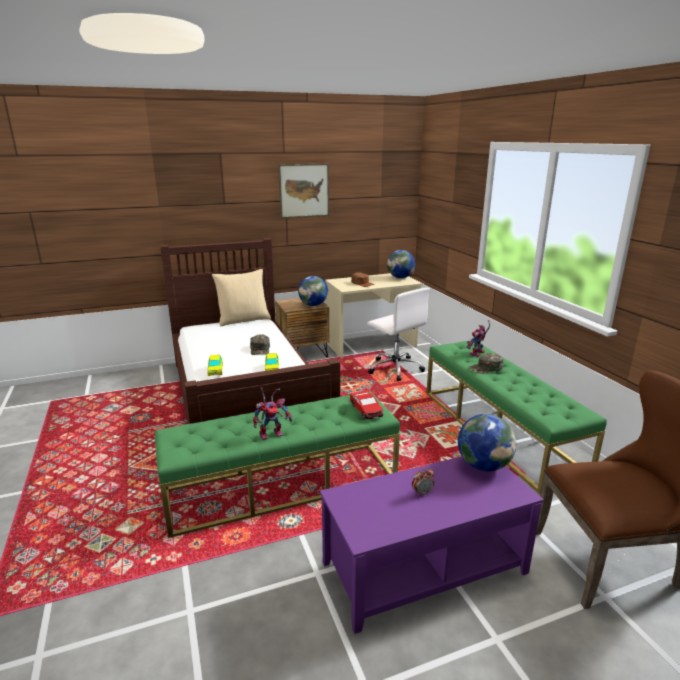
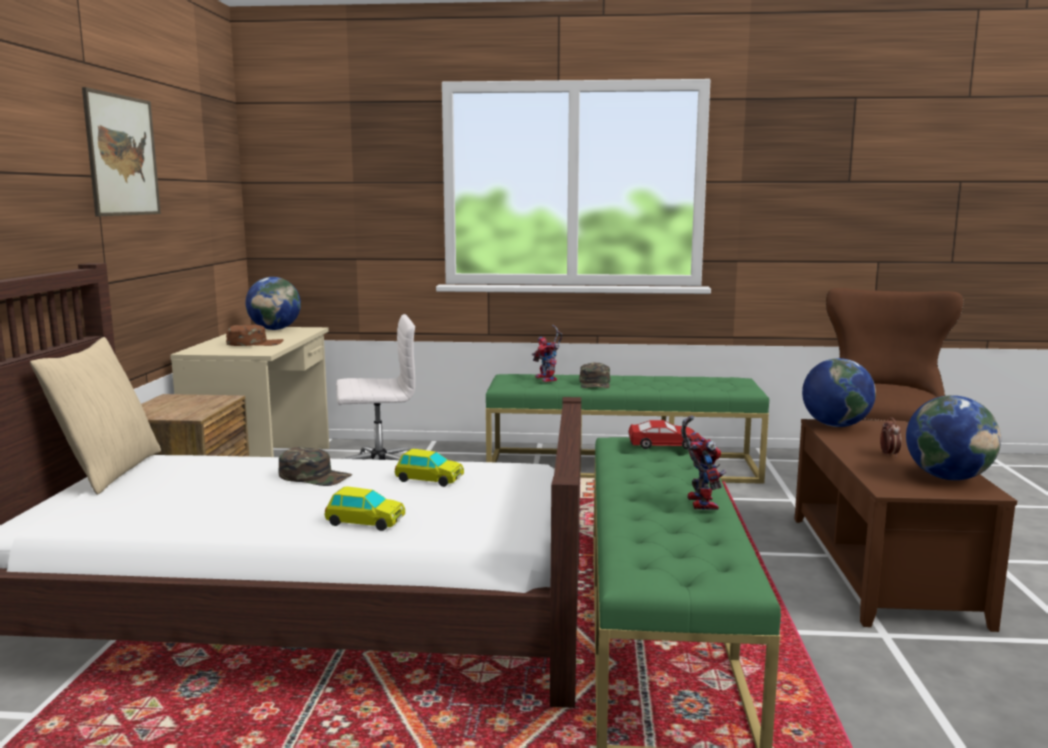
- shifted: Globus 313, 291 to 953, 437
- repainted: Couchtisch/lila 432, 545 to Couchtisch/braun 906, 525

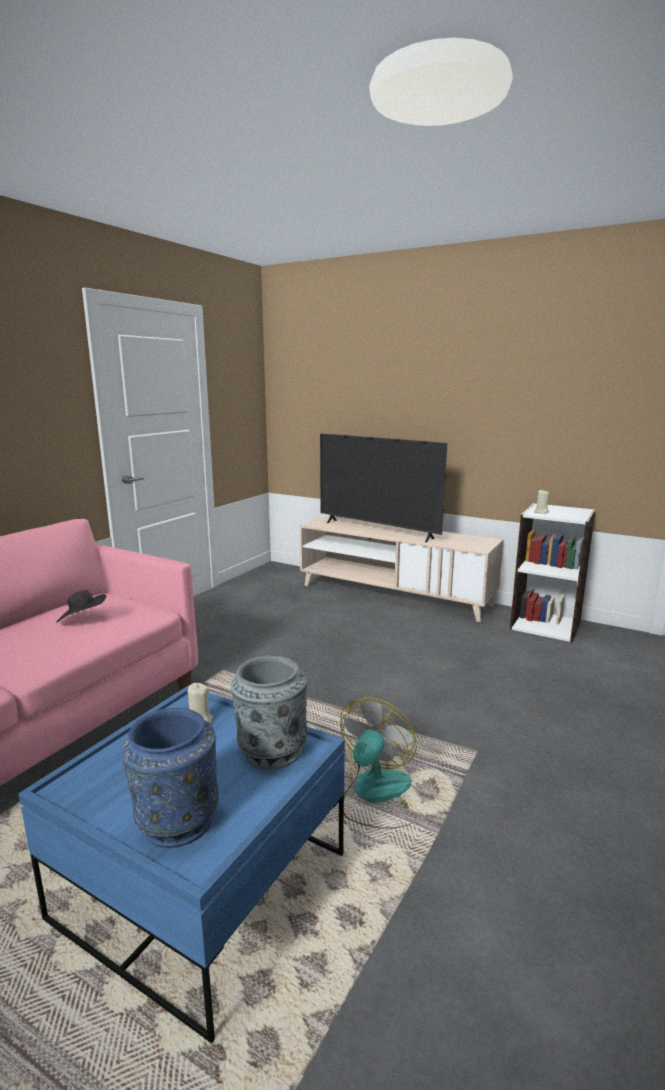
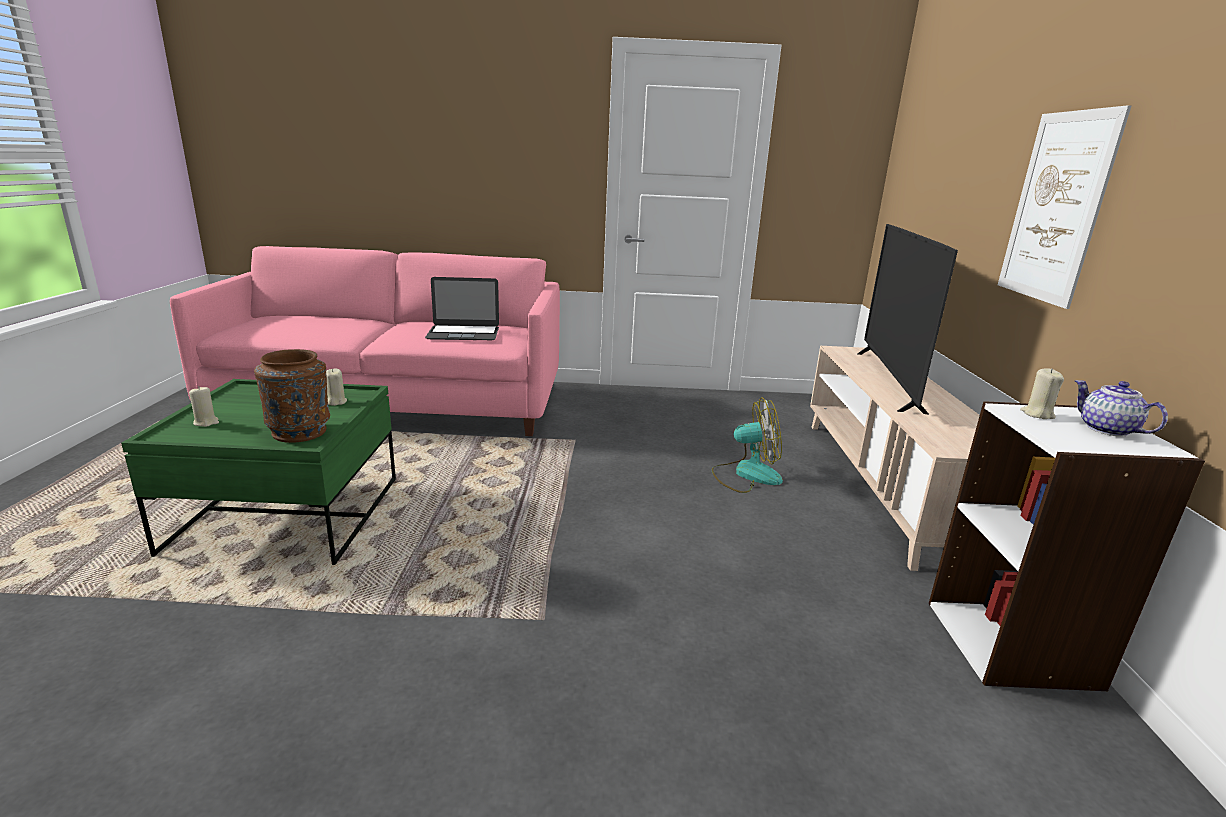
- swapped: Hut/schwarz 81, 606 to Laptop 462, 308
- repainted: Vase/grau 269, 712 to Vase/braun 292, 396
- repainted: Couchtisch/blau 181, 864 to Couchtisch/grün 258, 472
- shifted: Ventilator 378, 763 to 747, 445
- swapped: Vase/blau 170, 778 to Kerze/beige 204, 406
- new: Bild 1064, 207
- new: Teekanne 1121, 408

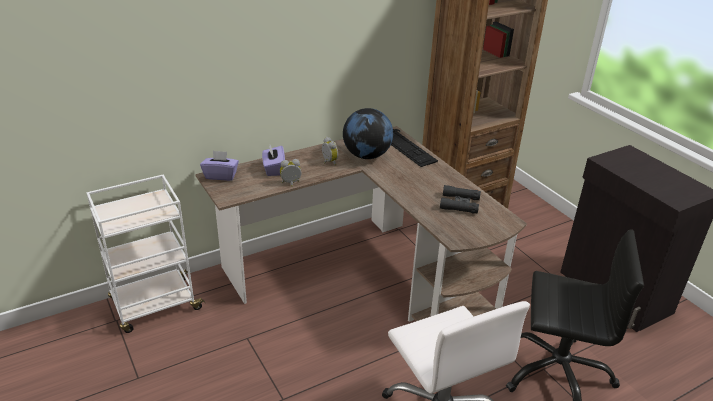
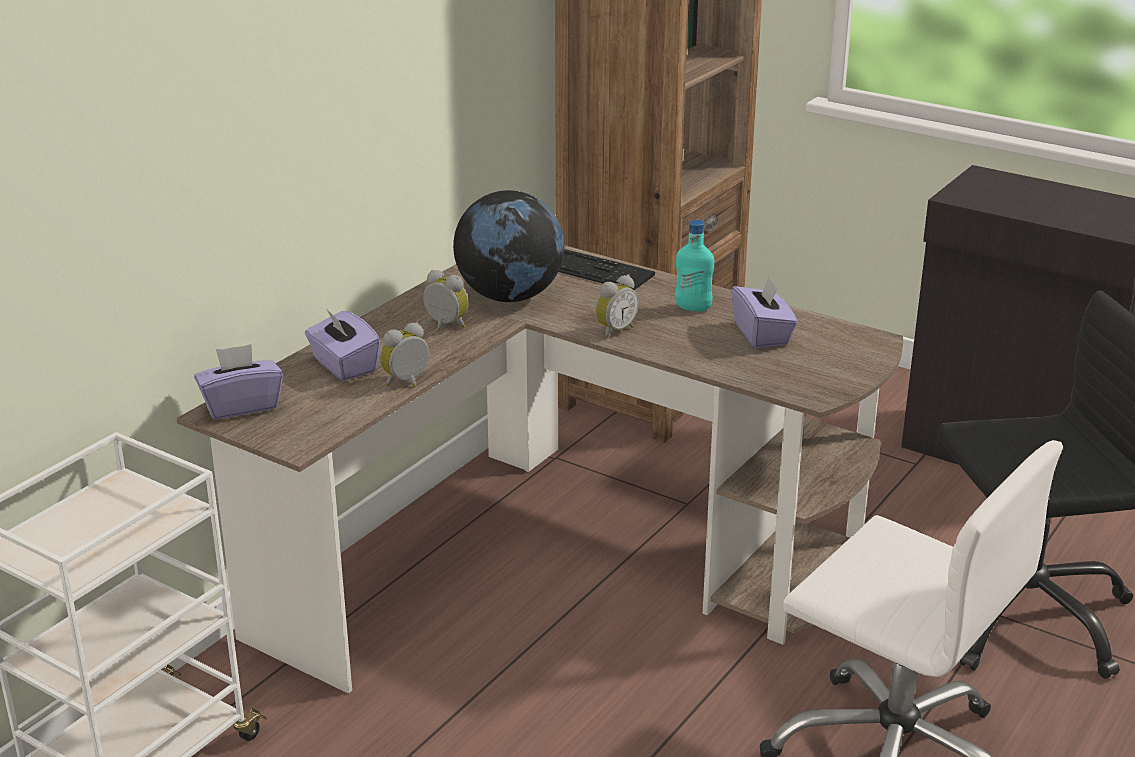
- swapped: Fernglas/schwarz 460, 199 to Taschentuchbox/lila 764, 312
- new: Flasche/türkis 694, 266
- new: Wecker 617, 306

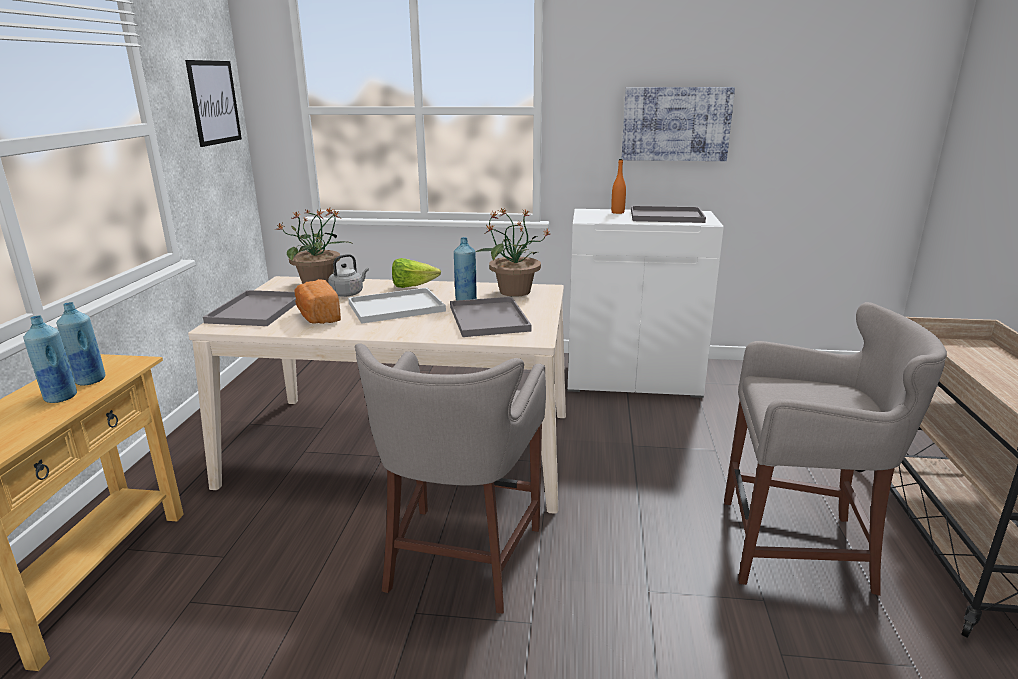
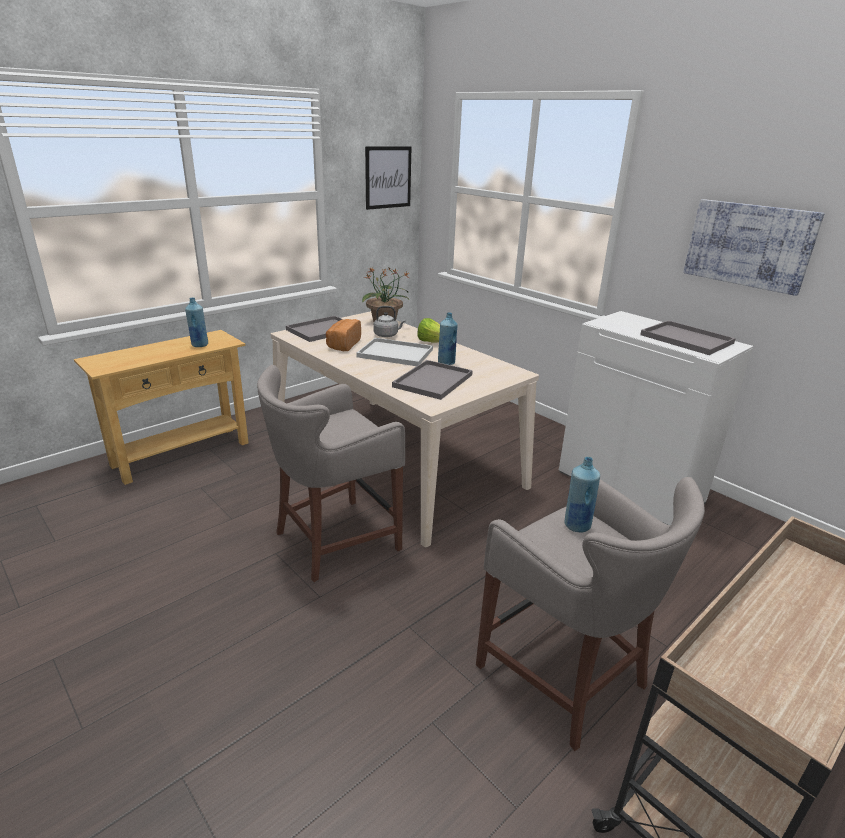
- gone: Flasche/orange 618, 186
- gone: Topfpflanze 513, 252
- shifted: Flasche/blau 50, 359 to 582, 495

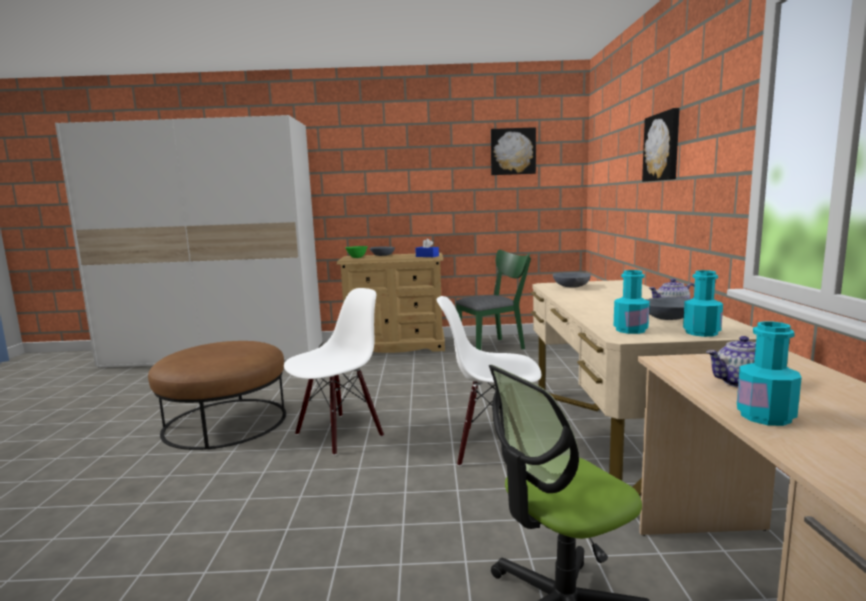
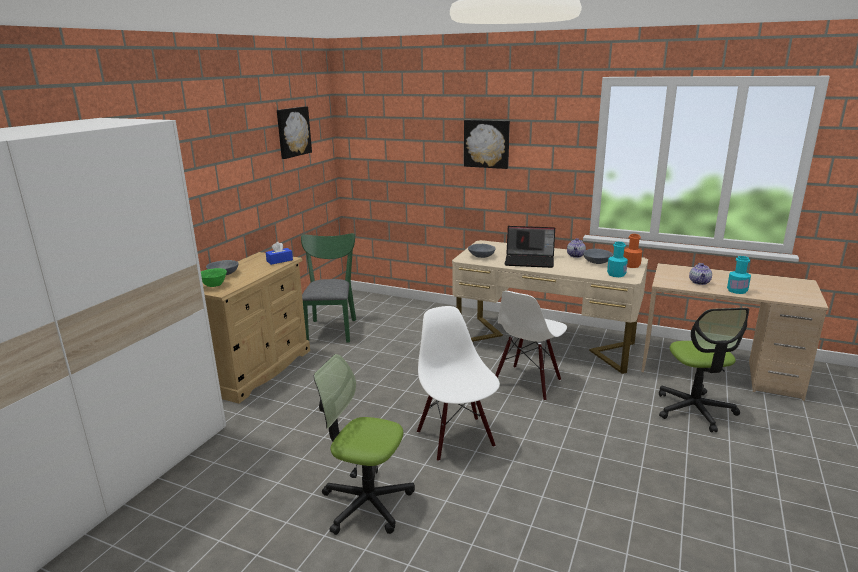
- repainted: Flasche/türkis 703, 303 to Flasche/orange 632, 251
- swapped: Polsterhocker/braun 217, 395 to Bürostuhl 364, 444
- new: Laptop 530, 247

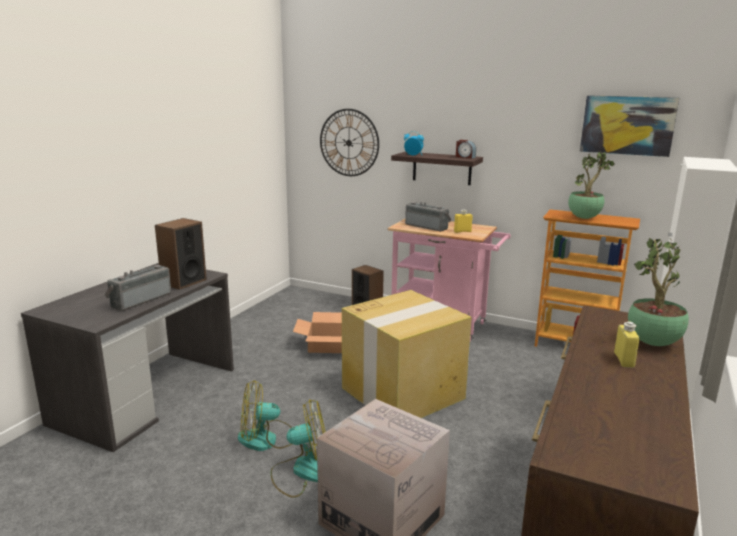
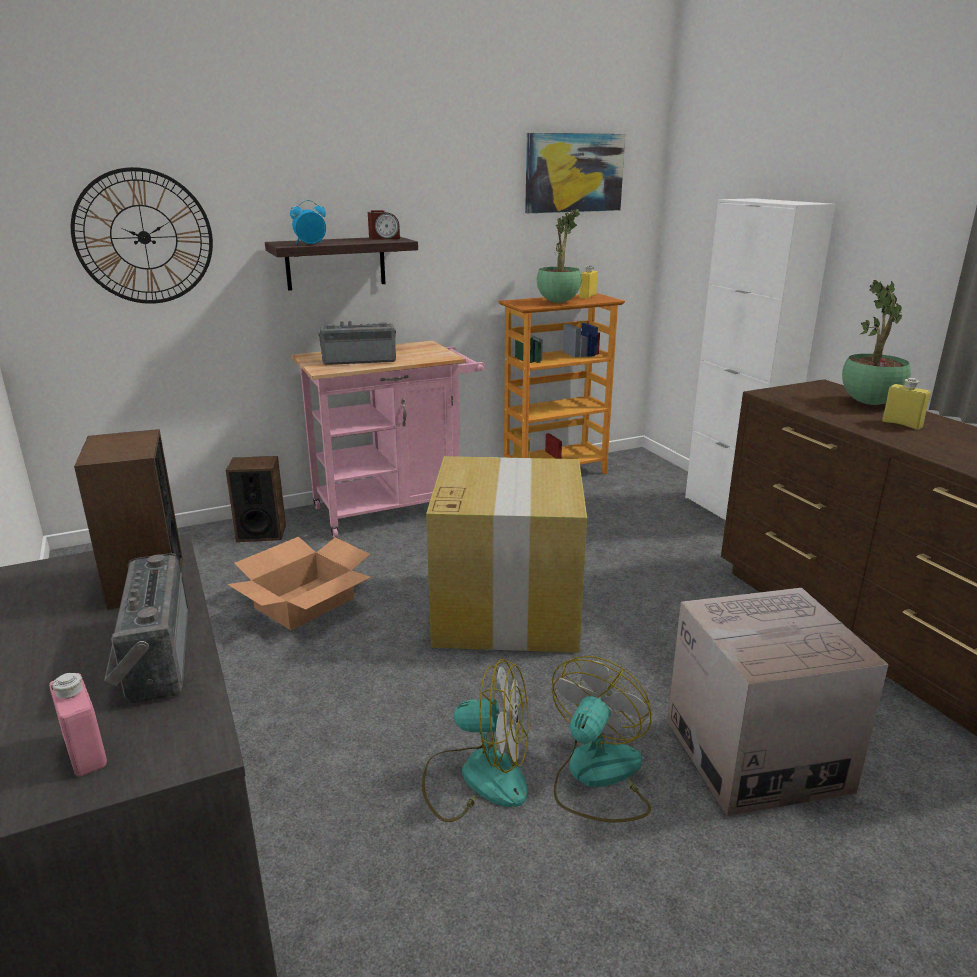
- shifted: Flasche/gelb 463, 221 to 588, 282
- rotated: Ventilator 265, 415 = 475, 740 105 degrees counterclockwise
- new: Flasche/rosa 78, 724

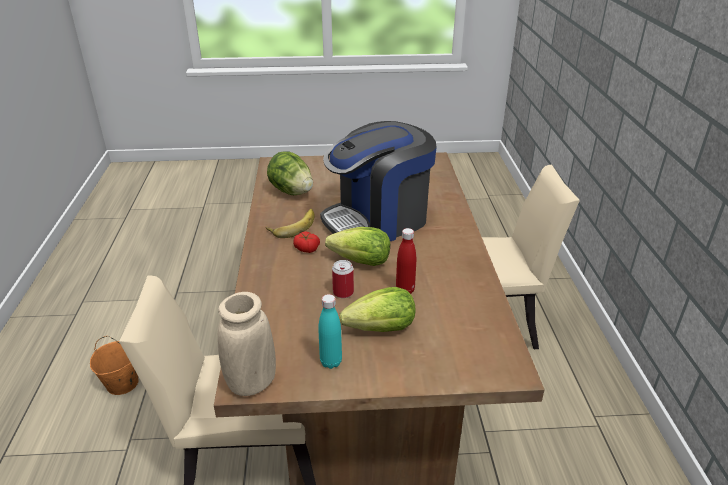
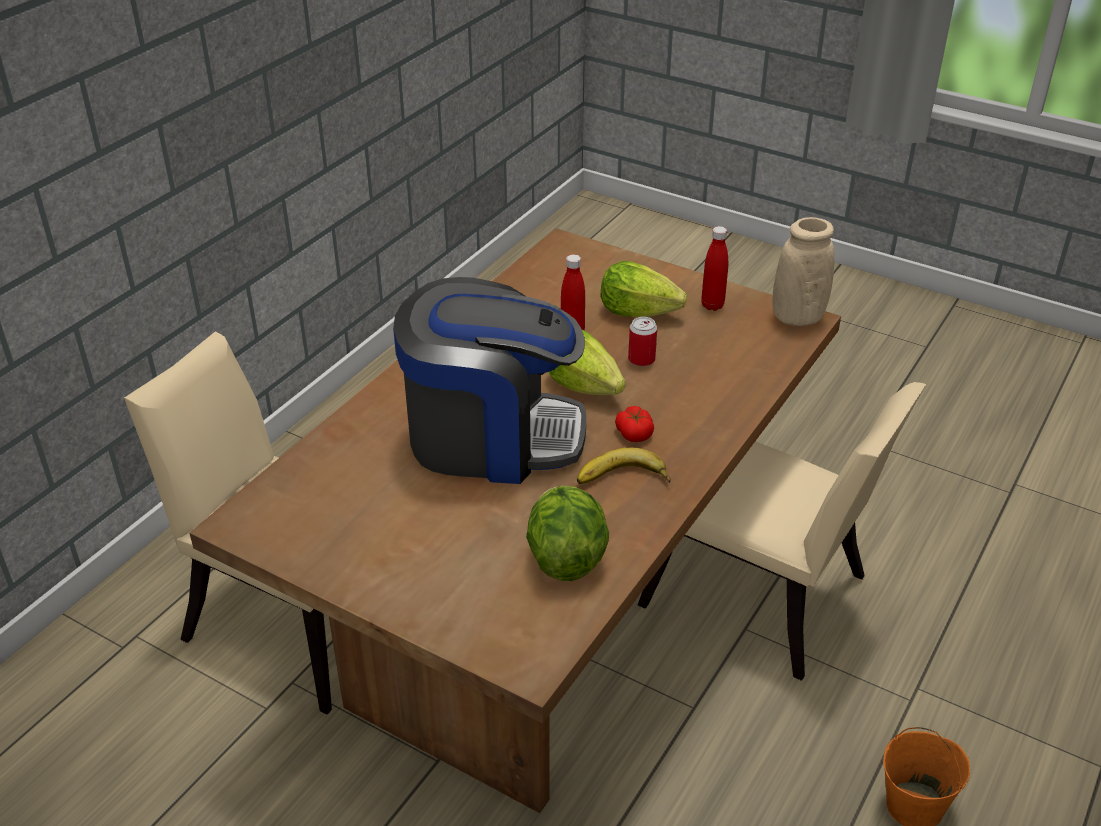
- repainted: Flasche/türkis 330, 331 to Flasche/rot 714, 268

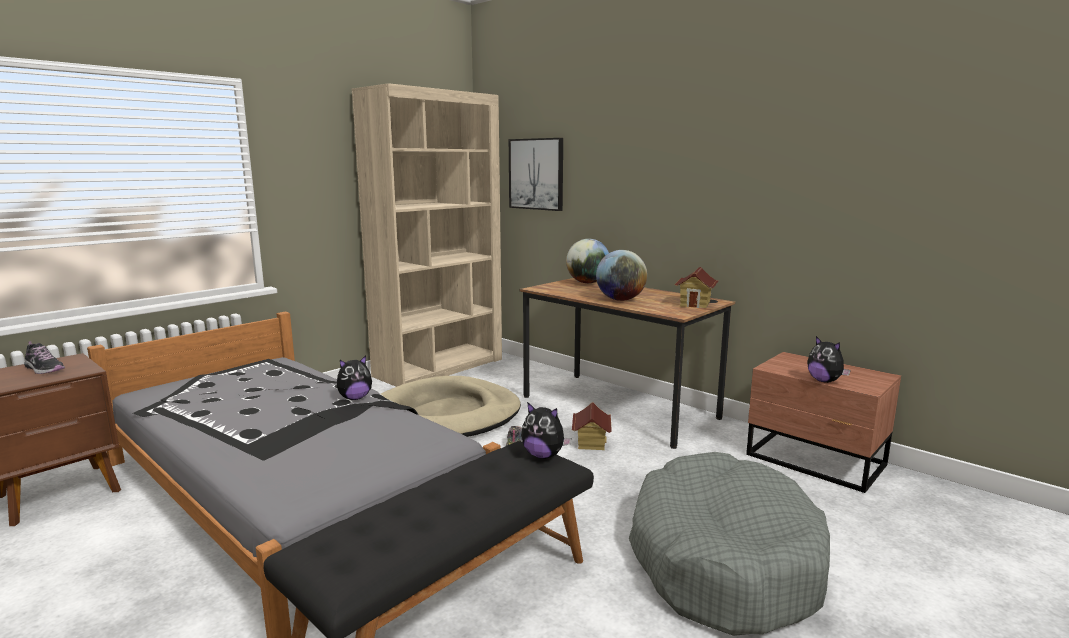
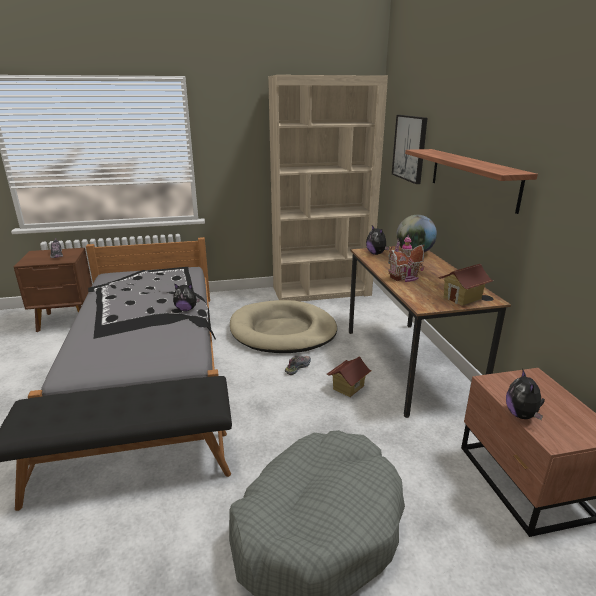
- swapped: Globus 621, 275 to Spielzeughaus 406, 258
- shifted: Plüschtier 546, 430 to 377, 240
- new: Wandregal 471, 181

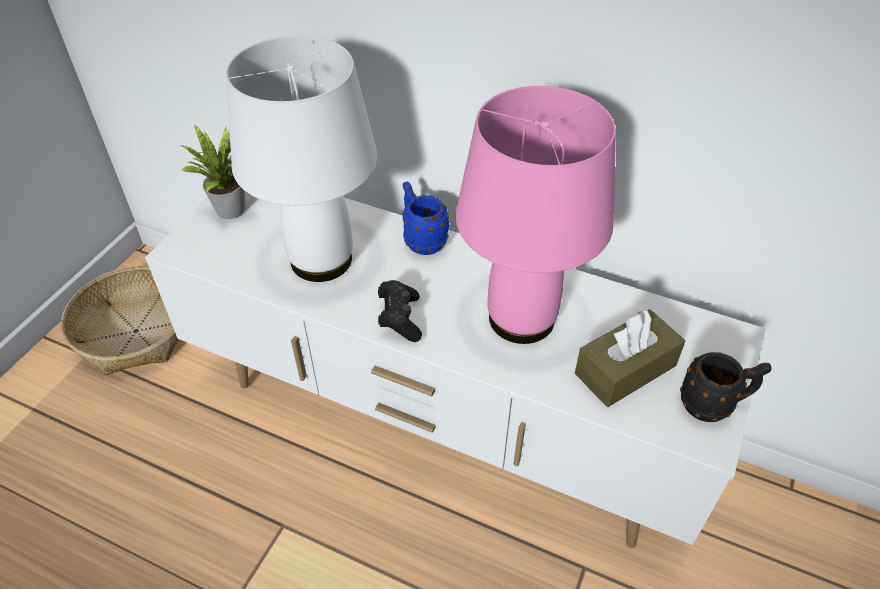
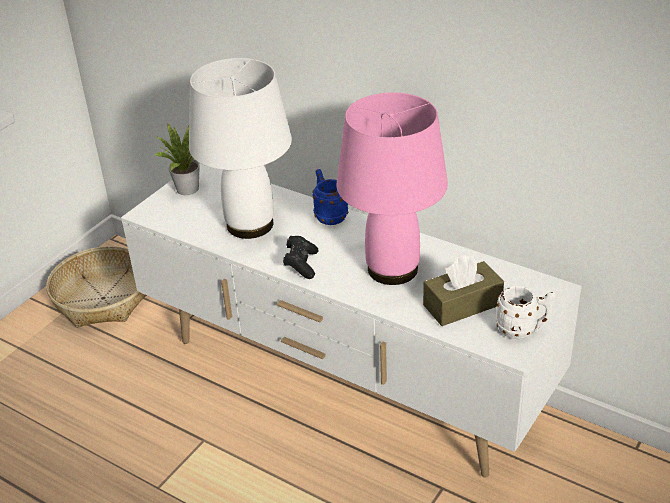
- repainted: Henkelbecher/schwarz 726, 387 to Henkelbecher/weiß 526, 312

